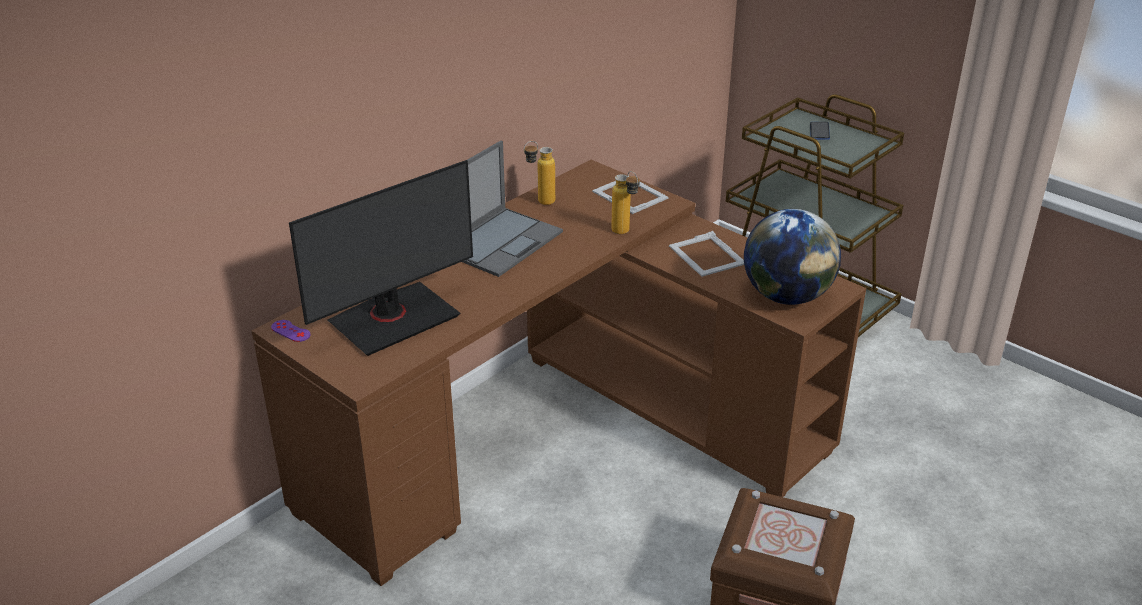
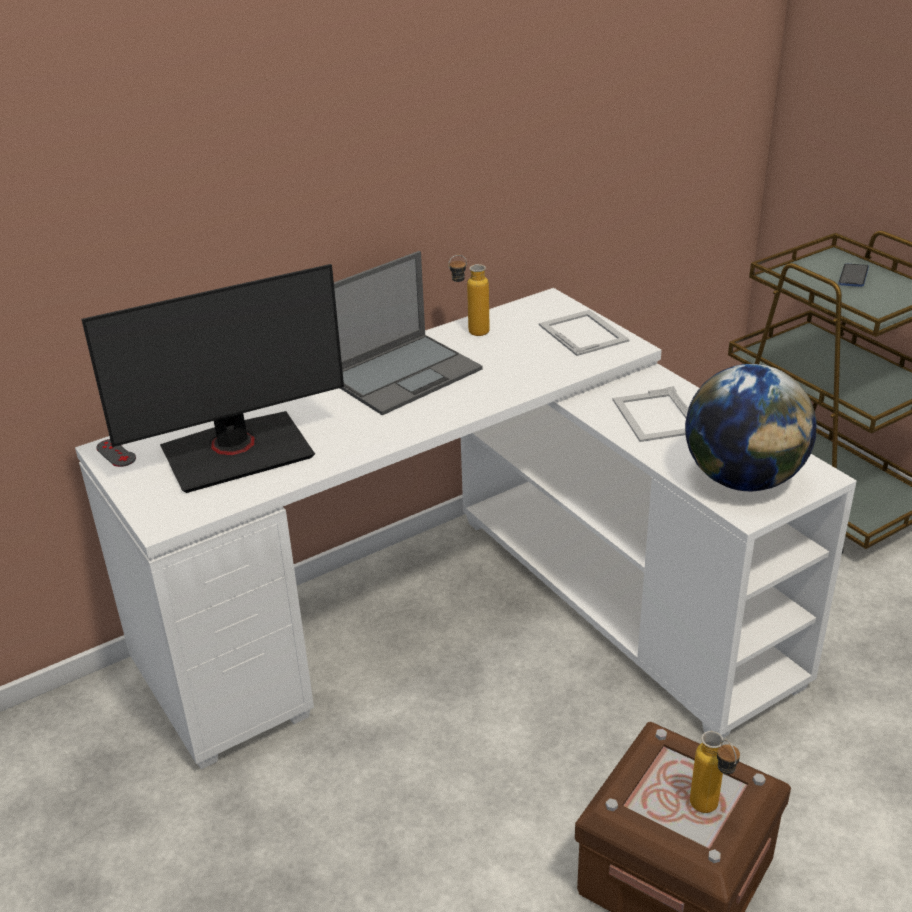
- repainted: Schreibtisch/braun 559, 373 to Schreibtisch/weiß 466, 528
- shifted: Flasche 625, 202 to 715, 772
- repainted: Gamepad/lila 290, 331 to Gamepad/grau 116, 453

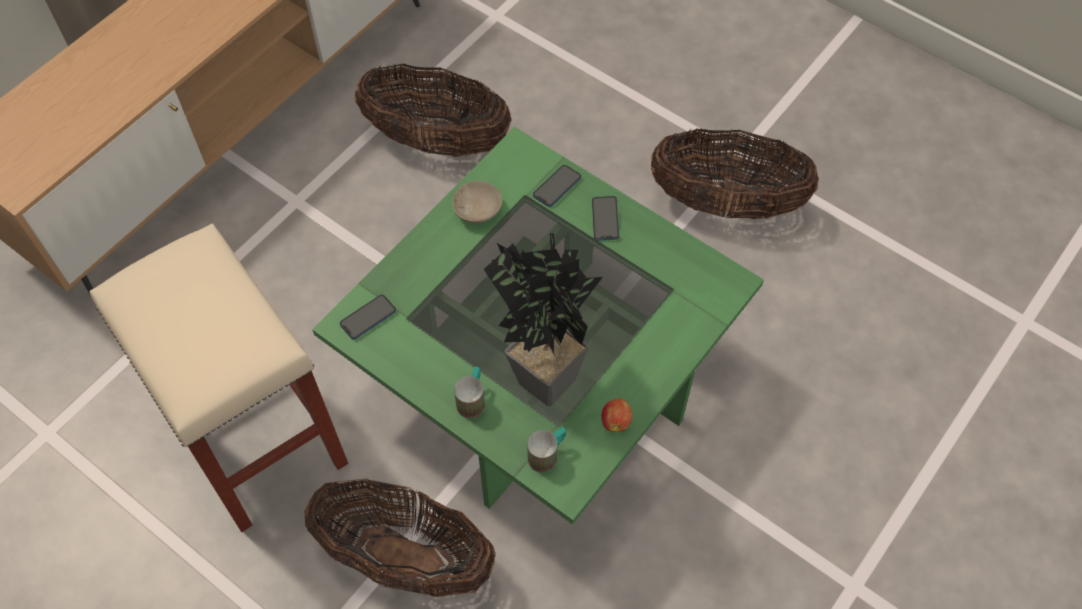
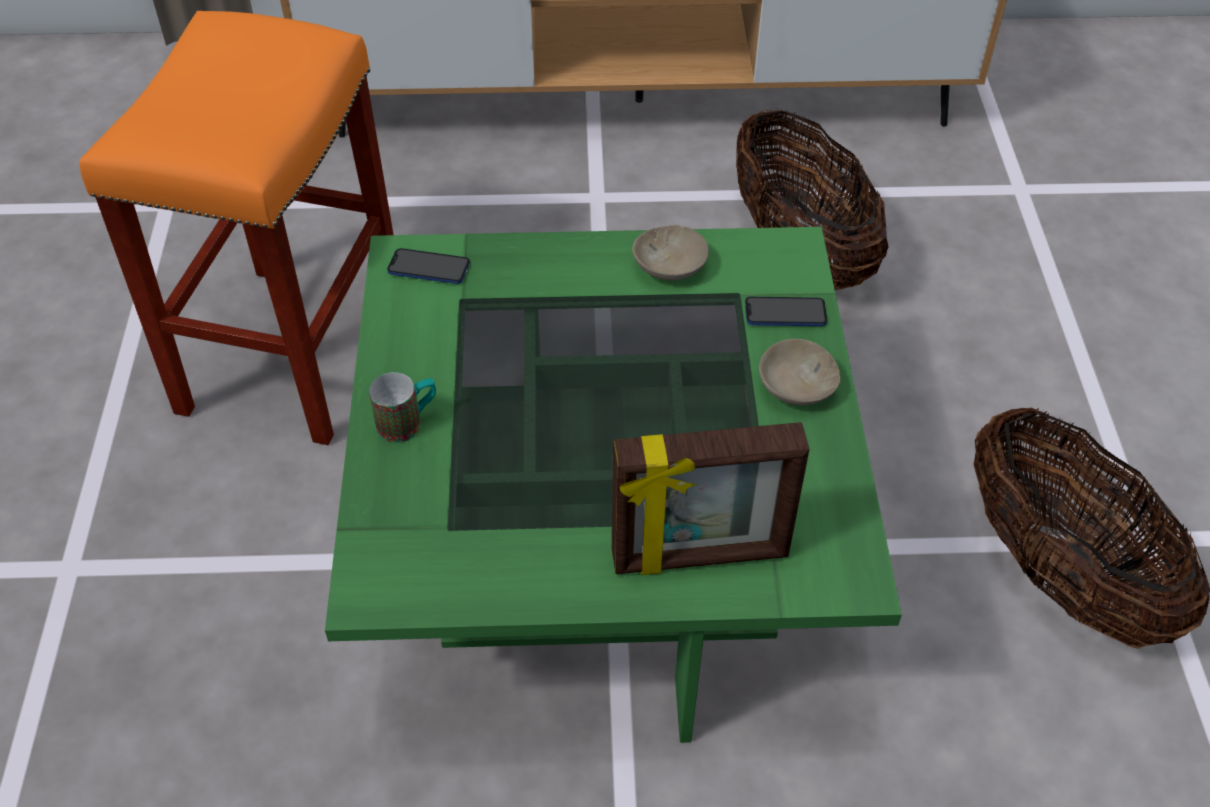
- swapped: Handy 605, 218 to Schüssel/beige 799, 372
- repainted: Hocker/beige 219, 378 to Hocker/orange 236, 228
- gone: Topfpflanze 543, 319
- gone: Apfel 616, 415
- gone: Henkelbecher 546, 450
- gone: Korb 400, 538
- new: Bilderrahmen 711, 498

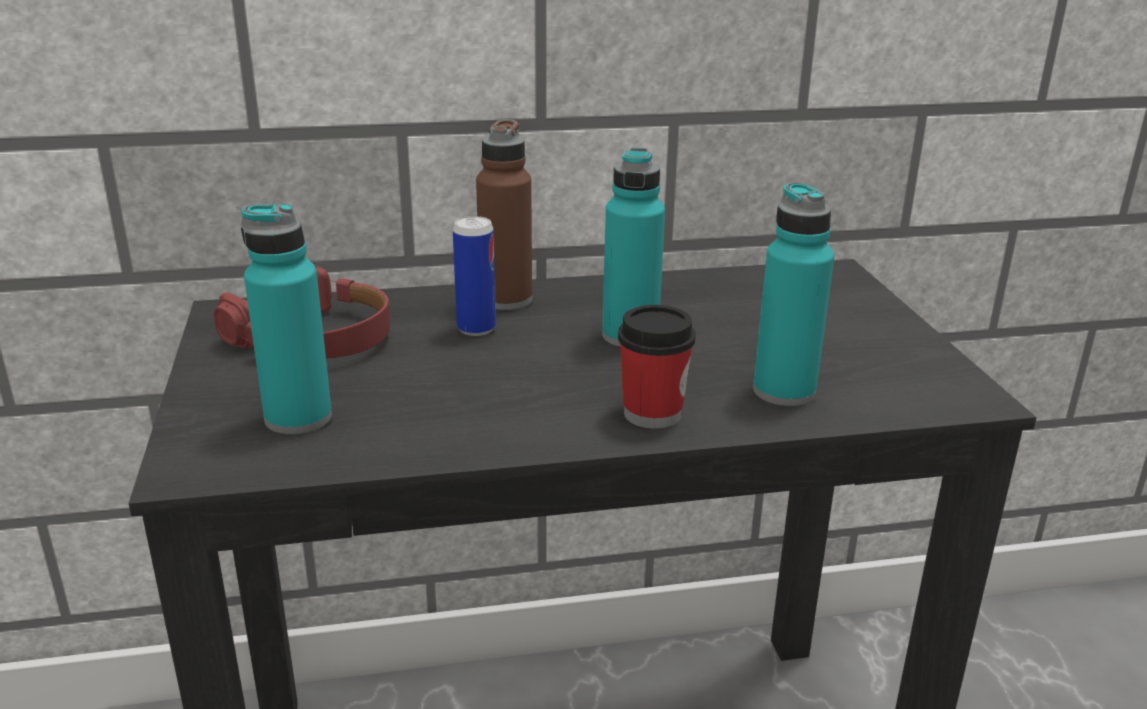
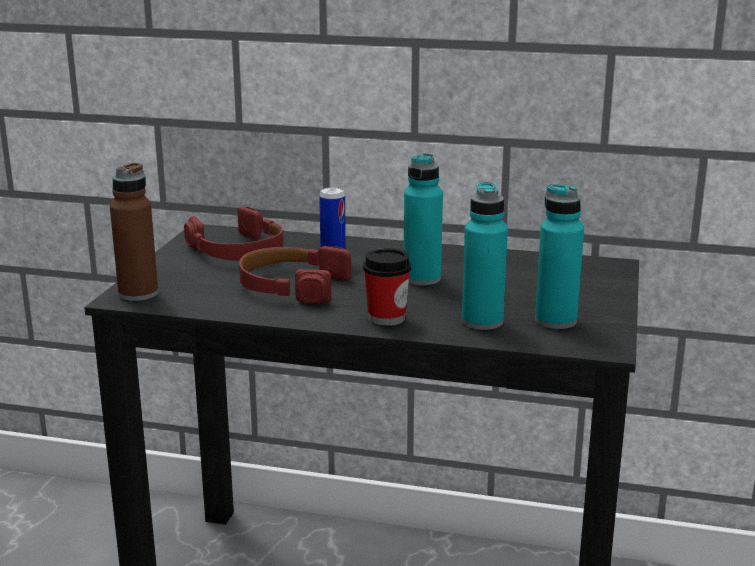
- shifted: Flasche/braun 504, 214 to 134, 231
- shifted: Flasche/türkis 286, 318 to 559, 256
- new: Kopfhörer/rot 295, 274

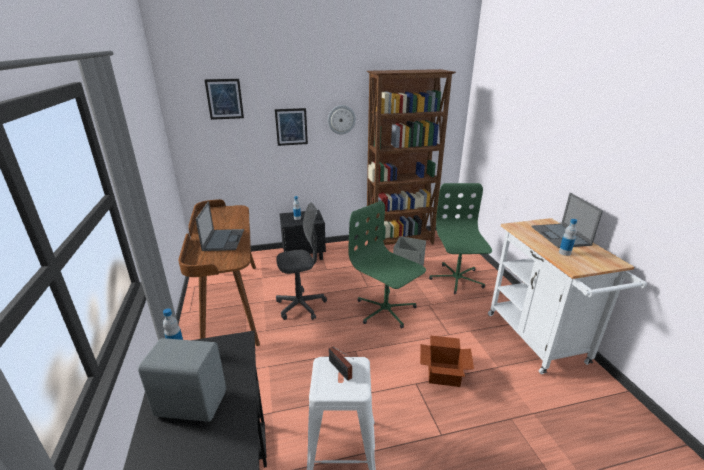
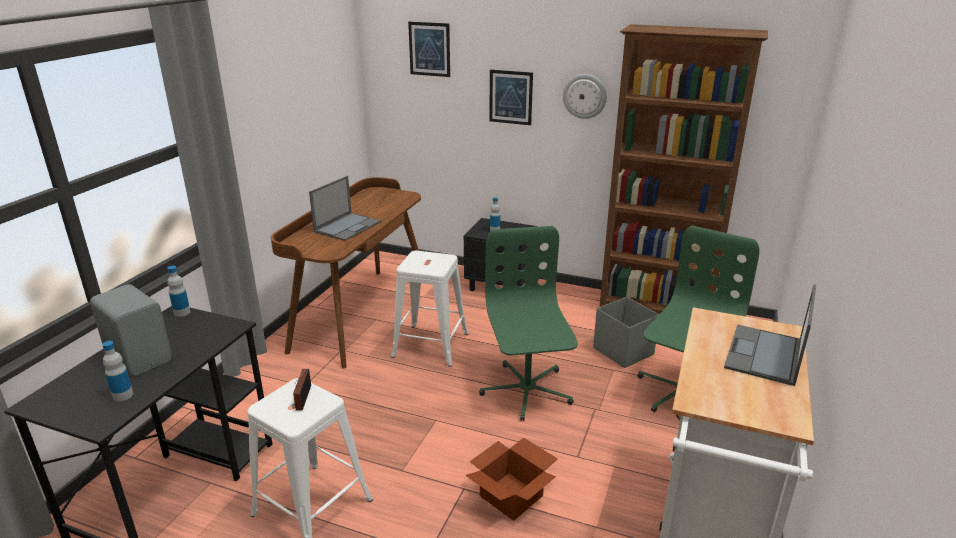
- swapped: Bürostuhl/grau 301, 261 to Hocker/weiß 430, 308
- shifted: Flasche 568, 237 to 117, 371

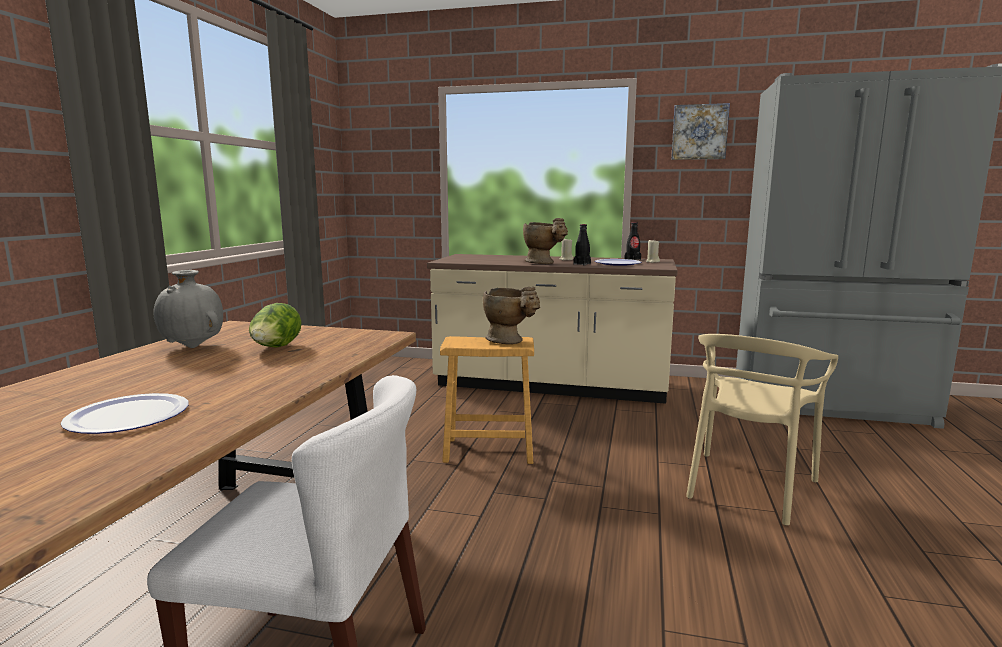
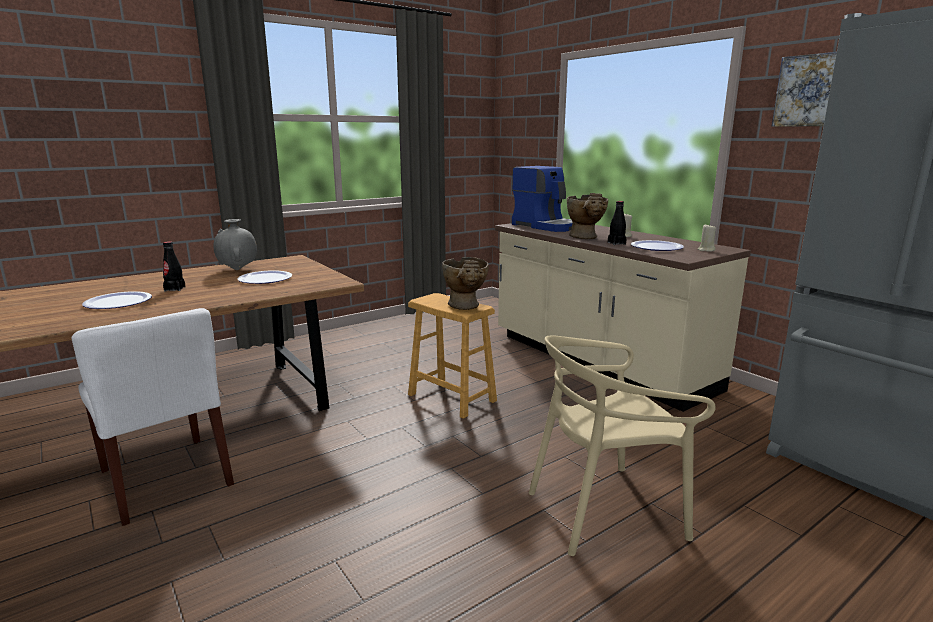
- shifted: Flasche/schwarz 633, 241 to 174, 266
- swapped: Salatkopf 275, 325 to Teller 264, 277
- new: Kaffeemaschine 542, 199

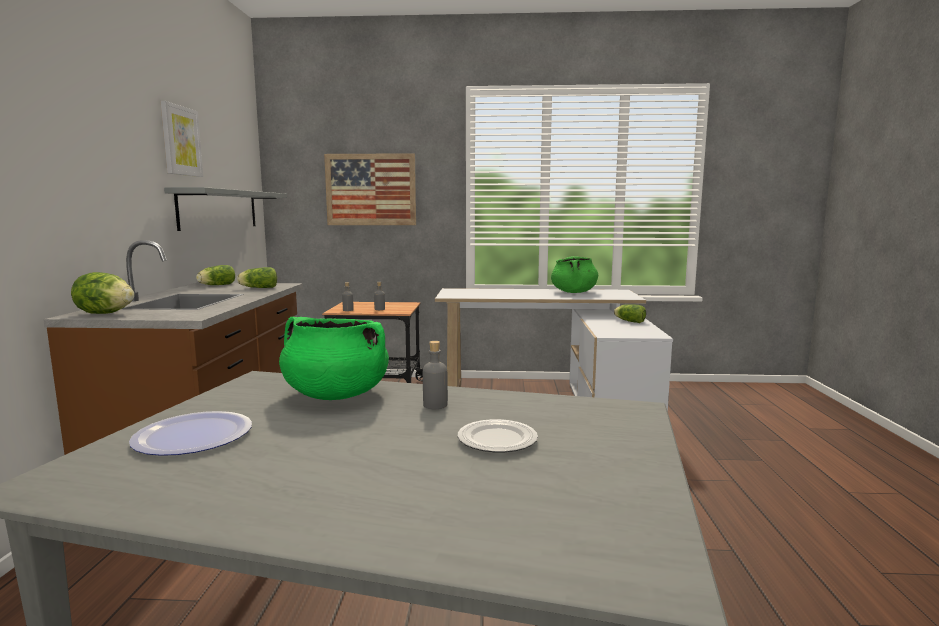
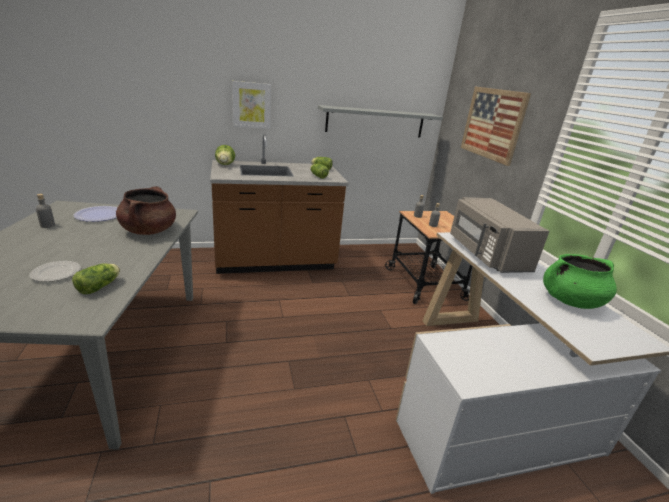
- shifted: Bild 182, 139 to 252, 105
- shifted: Salatkopf 630, 313 to 96, 278
- repainted: Kochtopf/grün 334, 358 to Kochtopf/braun 146, 210
- shifted: Flasche/grau 435, 375 to 45, 211
- new: Mikrowelle/grau 499, 235

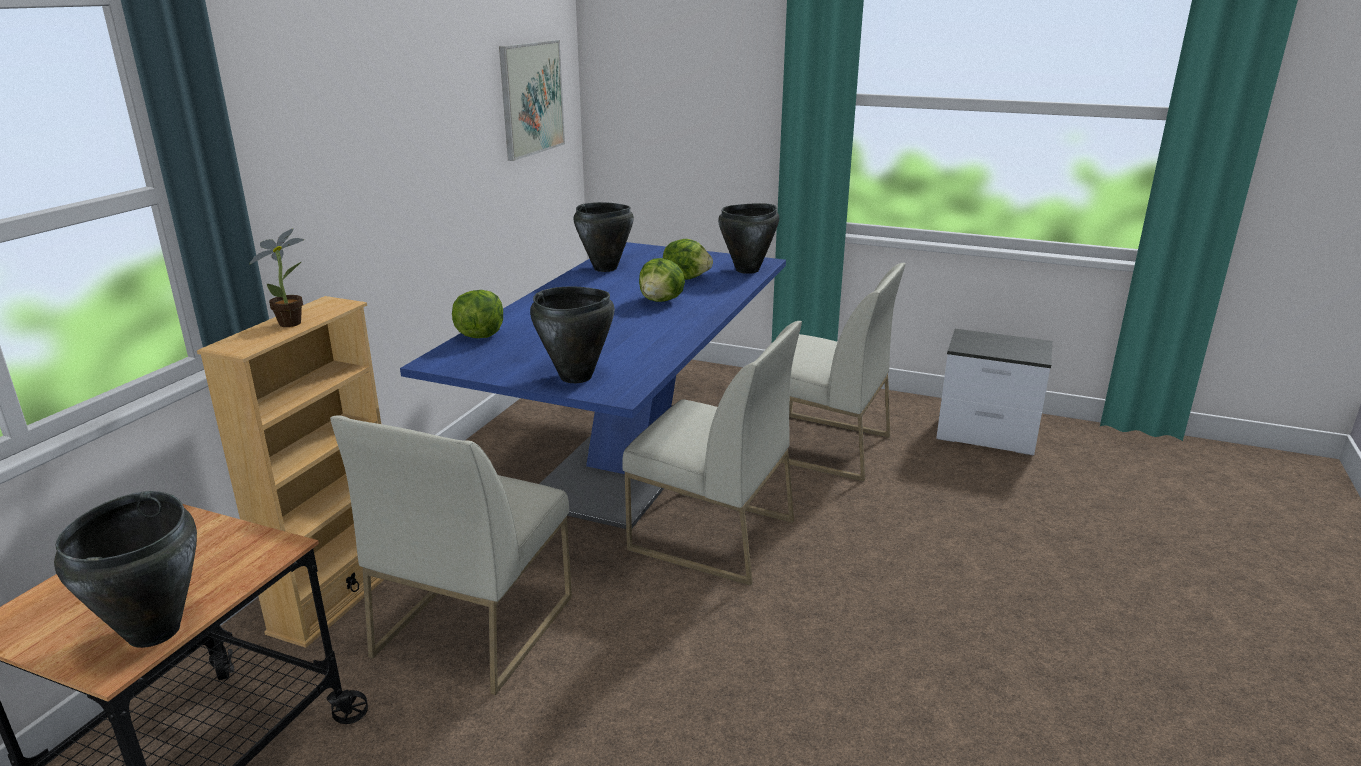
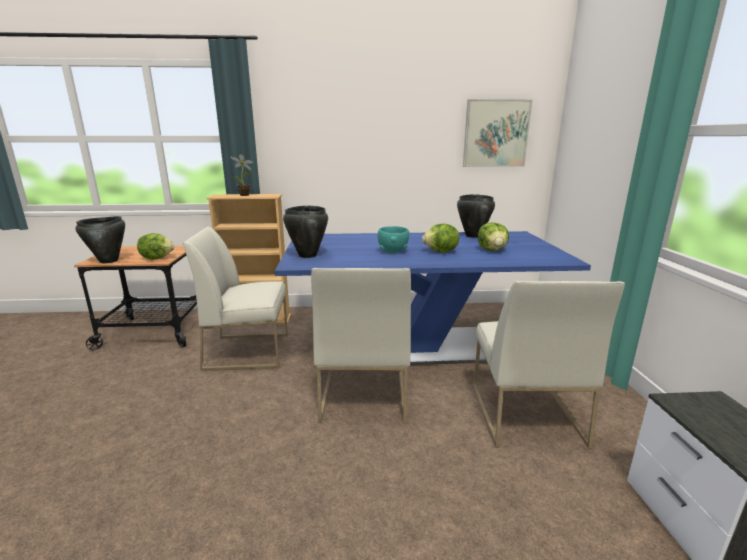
- gone: Kochtopf/schwarz 748, 238
- shifted: Salatkopf 477, 314 to 155, 246
- new: Schüssel/türkis 393, 239

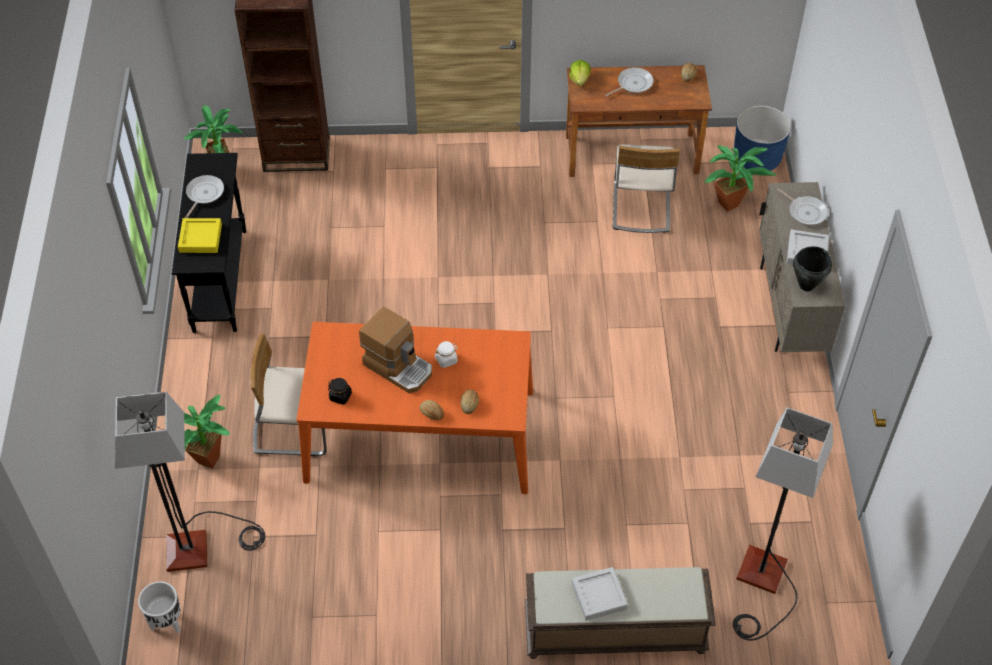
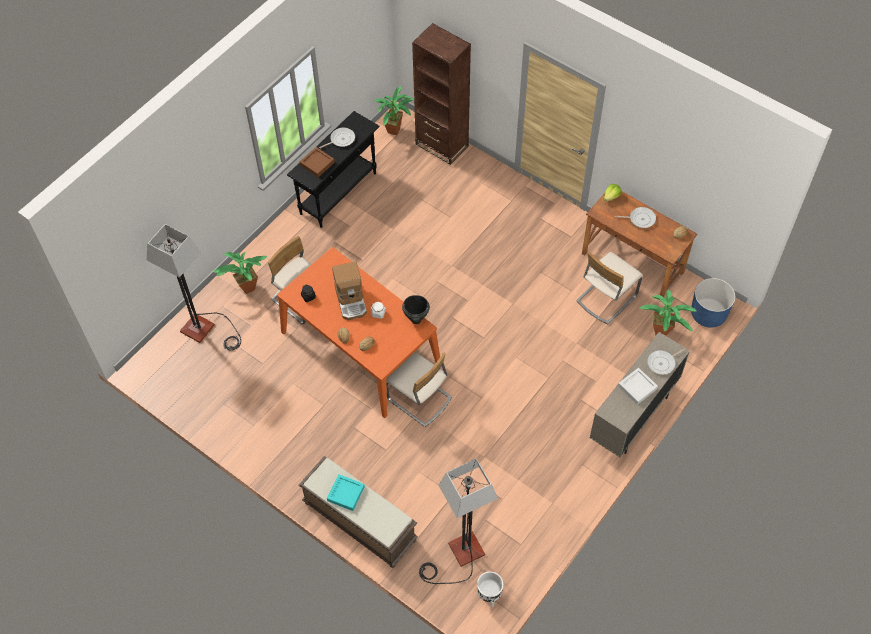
- rotated: Pfanne 802, 206 = 666, 362 60 degrees clockwise
- repainted: Tablett/gelb 200, 235 to Tablett/braun 317, 162
- shifted: Kochtopf/schwarz 812, 268 to 416, 309
- repainted: Tablett/grau 600, 594 to Tablett/türkis 346, 492
- shifted: Pflanzkübel/weiß 159, 607 to 490, 589
- new: Stuhl/beige 419, 389

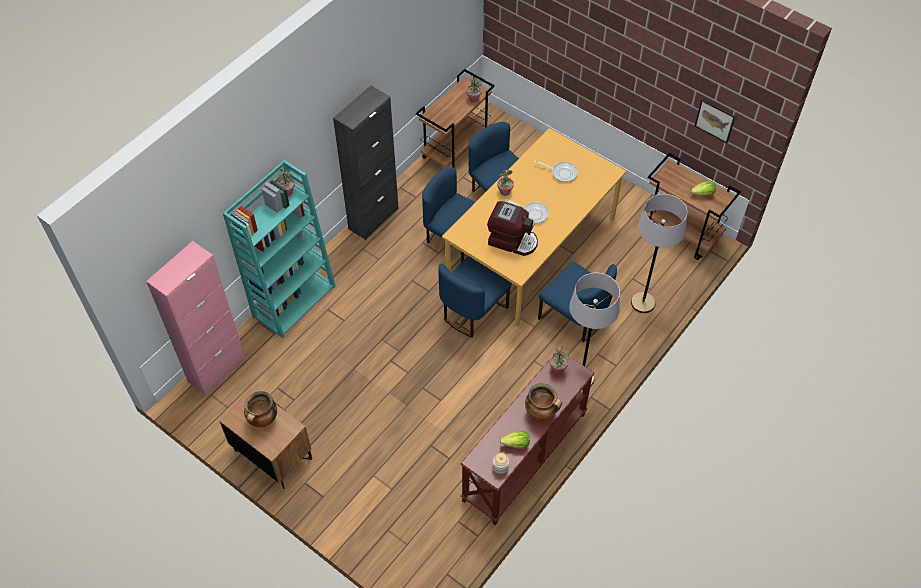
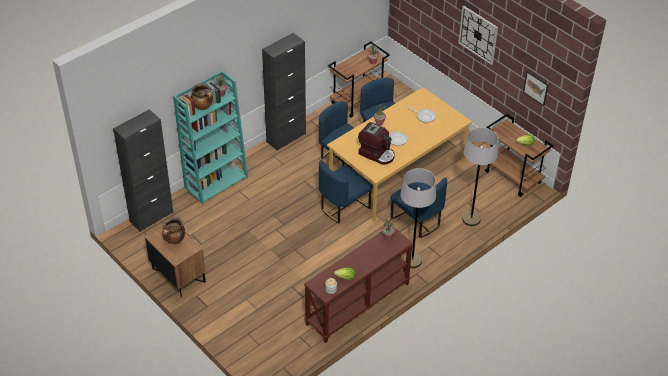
- repainted: Schrank/rosa 195, 318 to Schrank/schwarz 143, 170
- shifted: Kochtopf 543, 402 to 202, 96
- new: Wanduhr 478, 35

